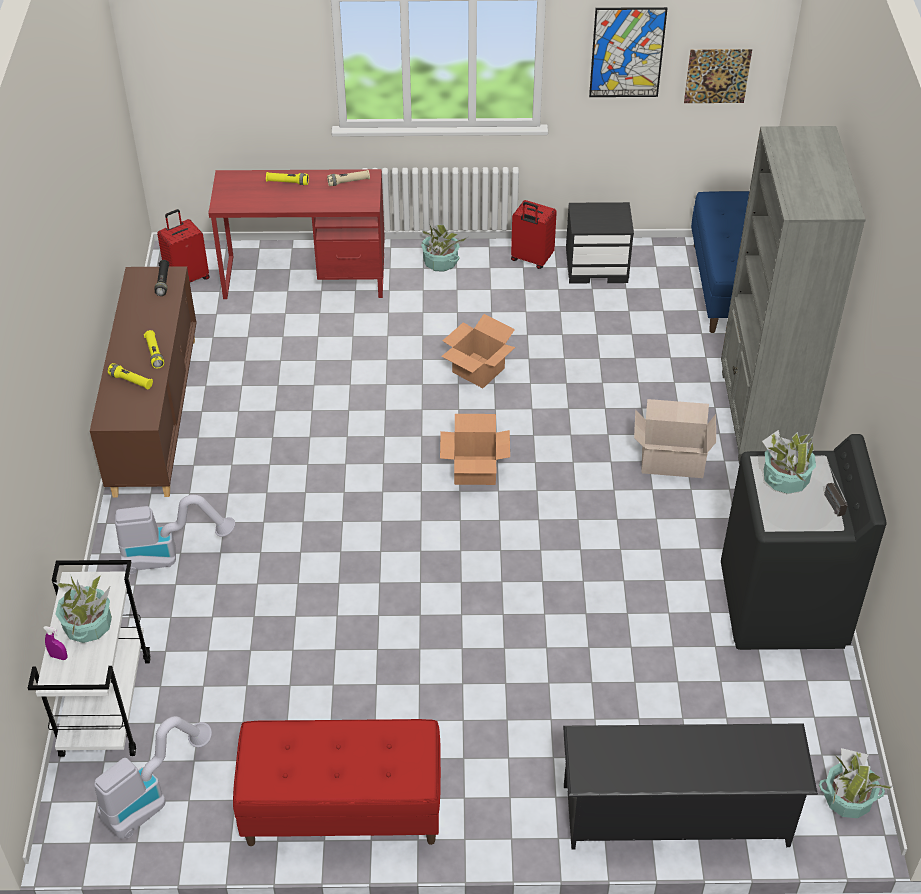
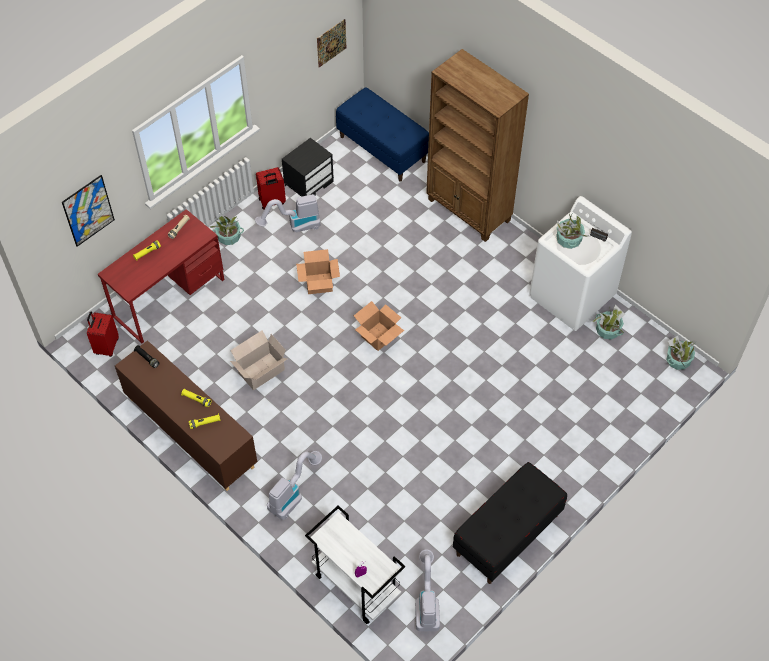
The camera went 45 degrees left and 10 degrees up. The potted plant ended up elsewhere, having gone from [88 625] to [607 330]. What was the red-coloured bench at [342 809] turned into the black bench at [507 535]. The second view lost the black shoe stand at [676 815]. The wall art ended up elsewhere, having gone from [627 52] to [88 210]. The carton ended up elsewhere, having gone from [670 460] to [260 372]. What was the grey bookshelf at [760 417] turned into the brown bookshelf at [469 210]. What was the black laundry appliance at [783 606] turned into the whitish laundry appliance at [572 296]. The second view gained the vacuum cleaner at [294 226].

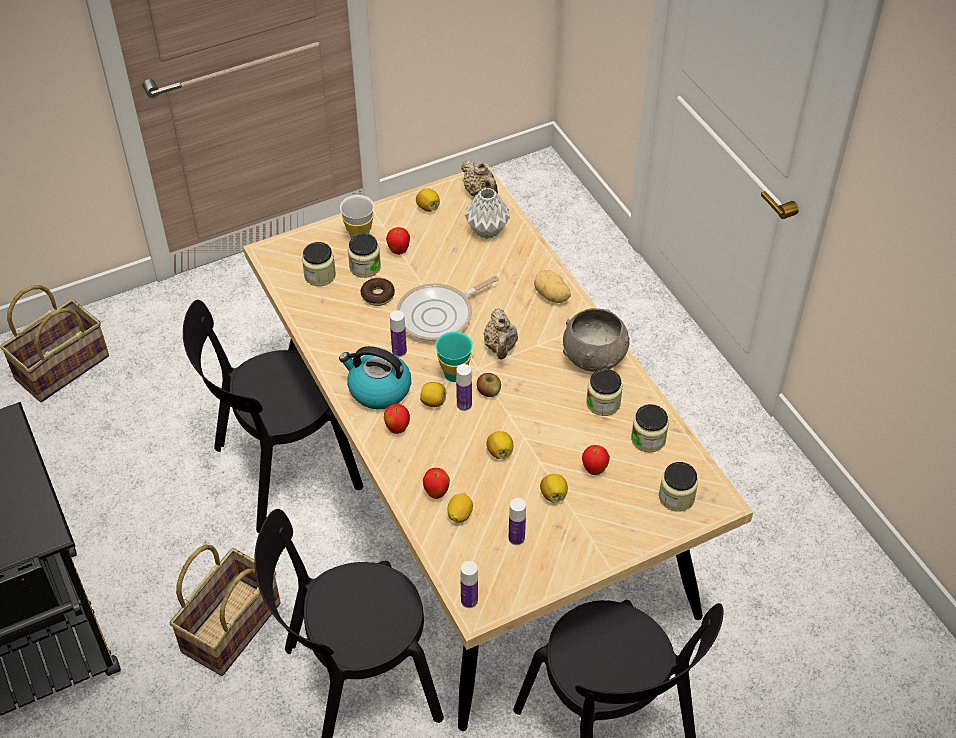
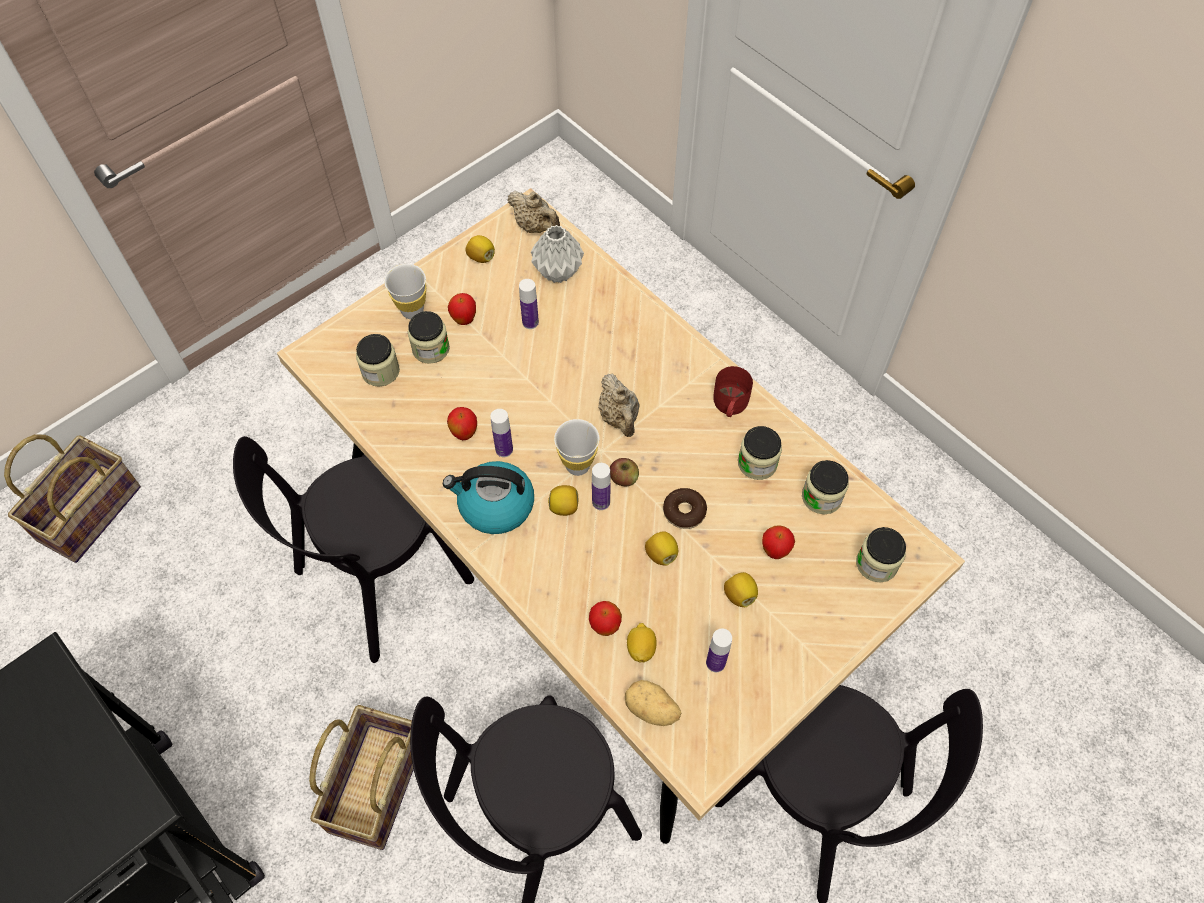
The camera went 15 degrees left and 10 degrees up. The ring doughnut ended up elsewhere, having gone from [378 295] to [684 512]. The whole apple ended up elsewhere, having gone from [397 429] to [464 433]. The second view lost the frying pan at [439 315]. What was the blue-green drinking cup at [454 374] turned into the whitish drinking cup at [577 465]. The drink bottle ended up elsewhere, having gone from [469 600] to [530 322]. The whole potato ended up elsewhere, having gone from [551 296] to [651 710]. Where the grey bowl stood at [595 356], the red-coloured coffee mug came to stand at [729 405].

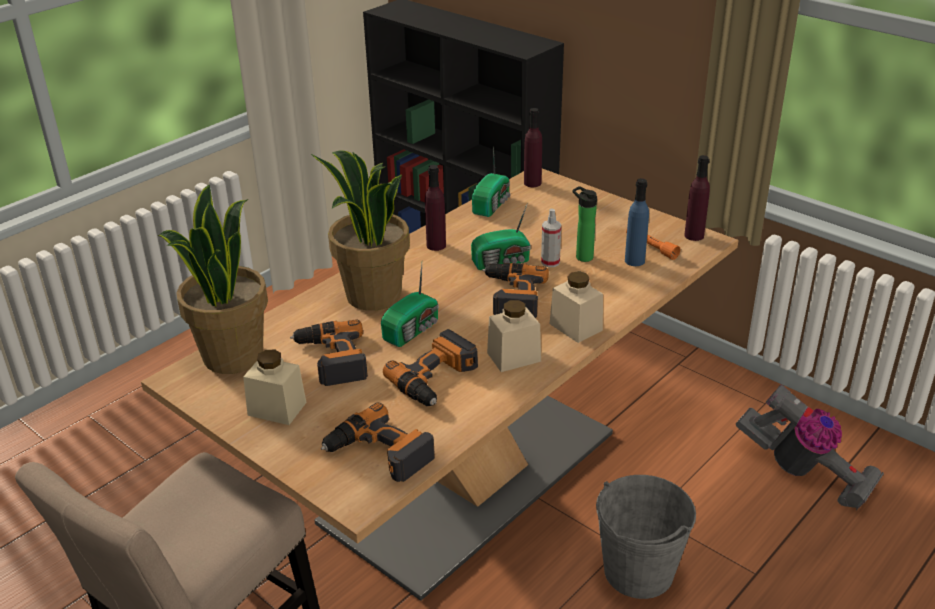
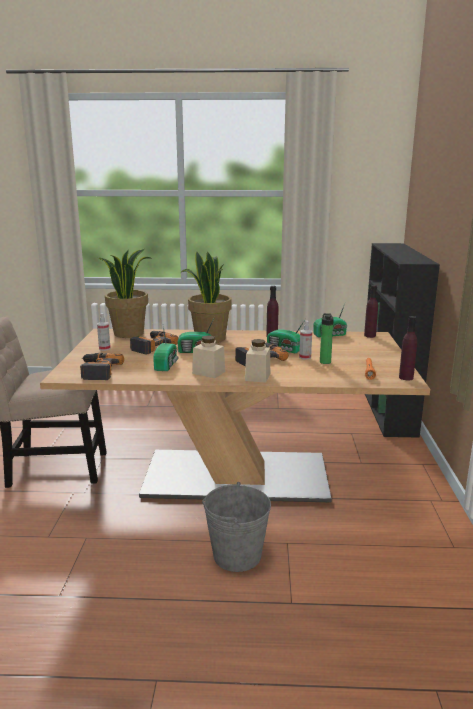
The camera went 50 degrees right and 15 degrees down. Where the beige-coloured preserve jar stood at [277 409], the spray bottle came to stand at [104 348]. Where the drill stood at [437 379], the radio set came to stand at [167 365]. The second view lost the blue-coloured drink bottle at [634 261]. The second view lost the vacuum cleaner at [804 472].

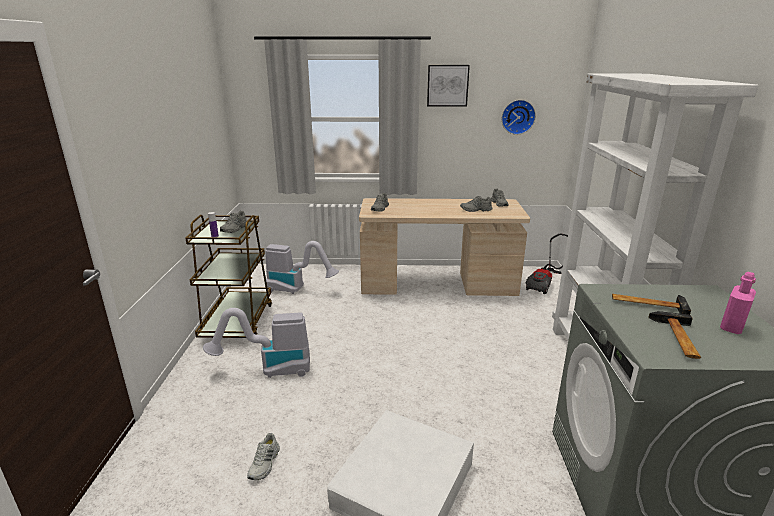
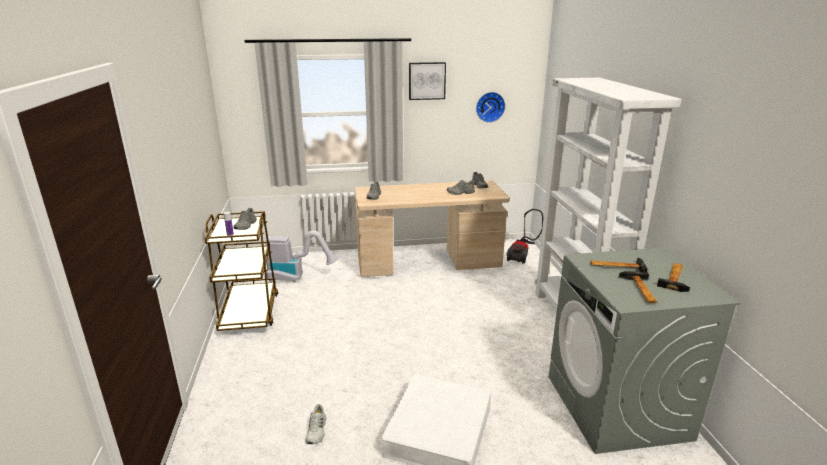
The camera went 10 degrees left and 0 degrees up. The second view lost the vacuum cleaner at [269 370]. Where the pinkish drink bottle stood at [732 327], the hammer came to stand at [675 278].

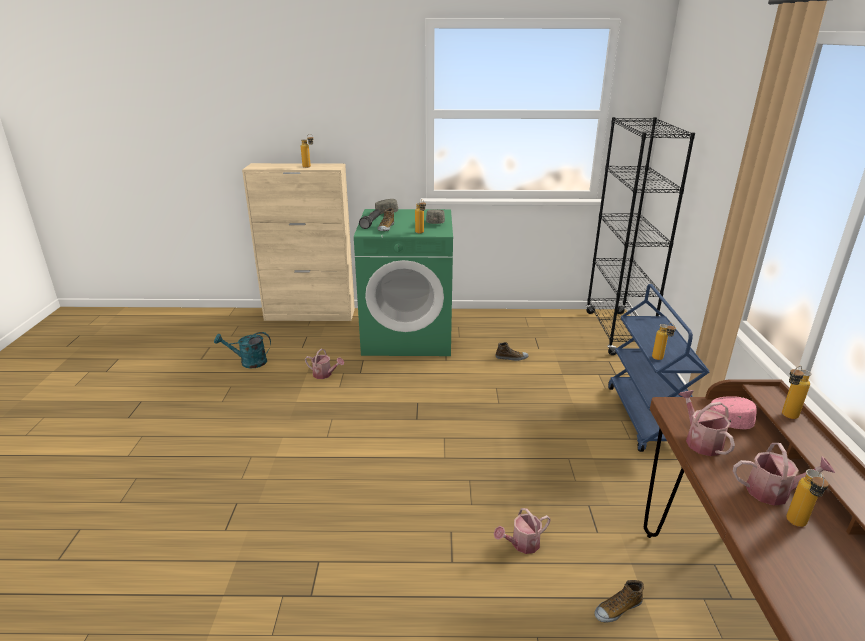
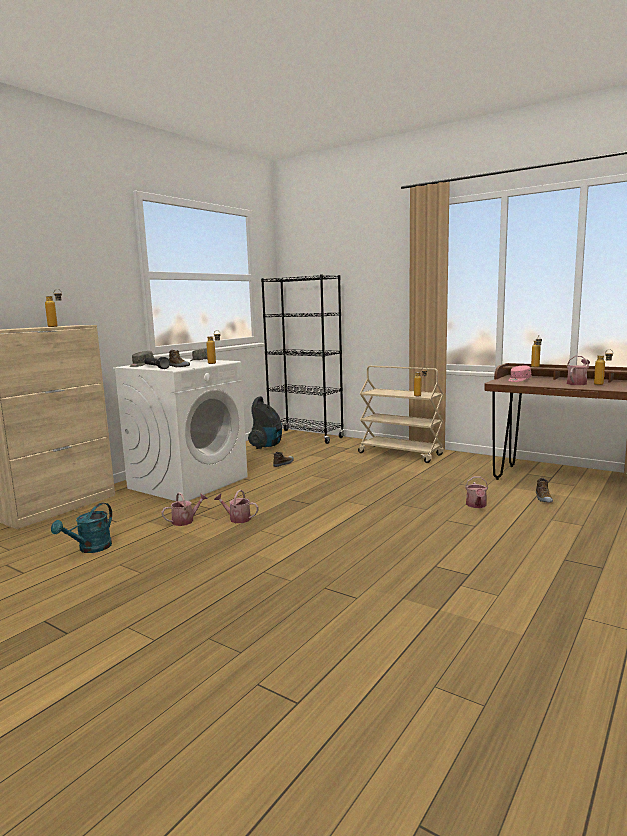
The camera went 55 degrees left and 15 degrees down. What was the green laundry appliance at [408 335] turned into the whitish laundry appliance at [188 482]. What was the blue-coloured wheeled cart at [646 418] turned into the beige-coloured wheeled cart at [401 454]. The sprinkling can ended up elsewhere, having gone from [700 441] to [237 519]. The second view gained the vacuum cleaner at [267 446].

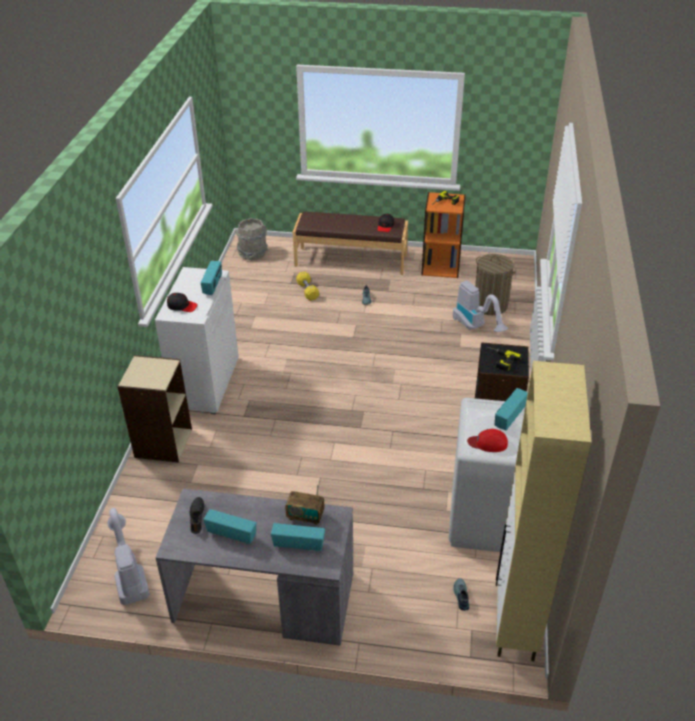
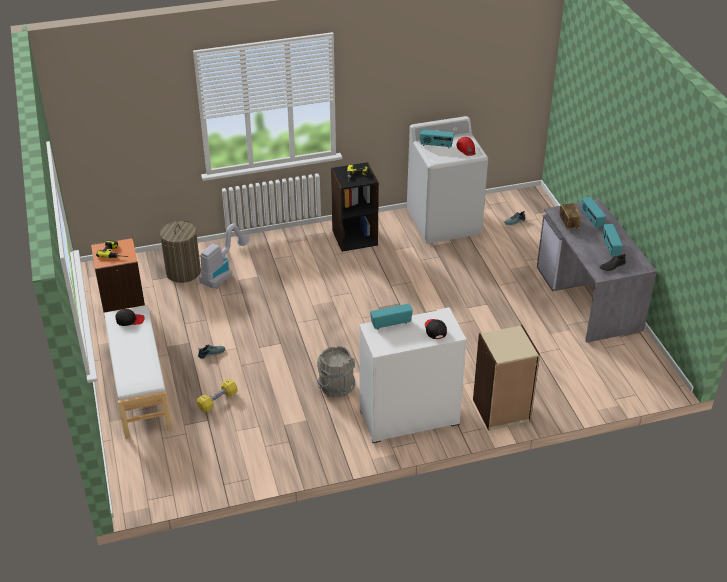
The camera went 115 degrees left and 0 degrees up. The second view lost the vacuum cleaner at [129 574]. The grey water bucket ended up elsewhere, having gone from [253 254] to [336 387]. What was the brown bench at [351 260] turned into the whitish bench at [139 387]. The second view lost the beige-coloured cupboard at [515 622].

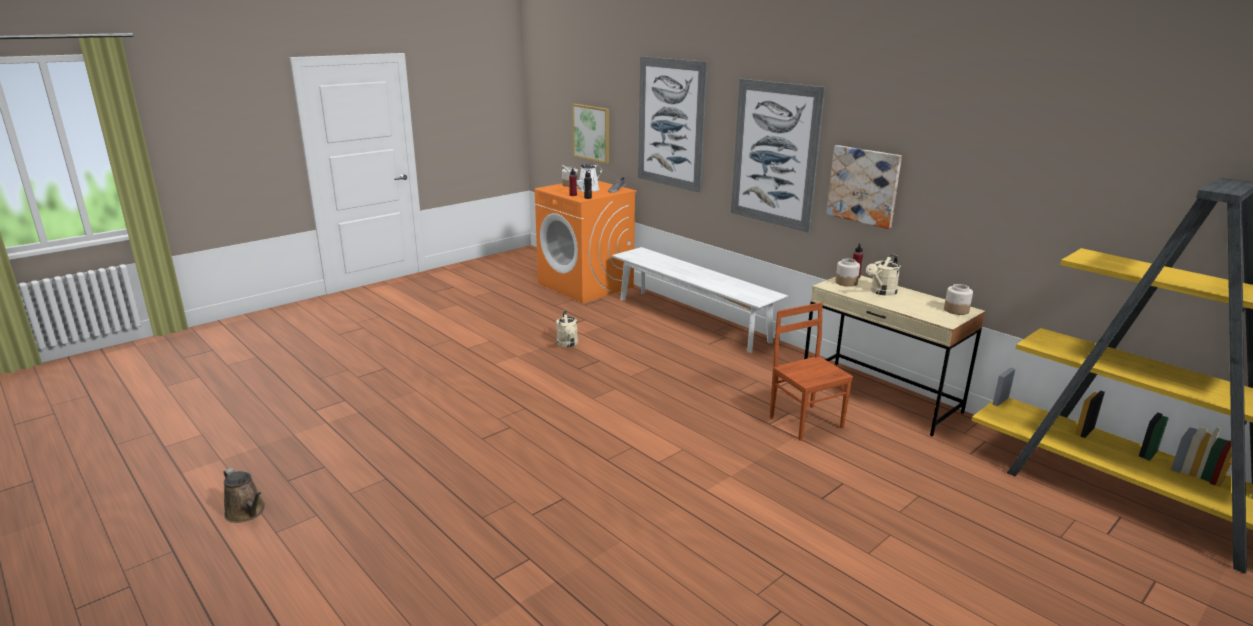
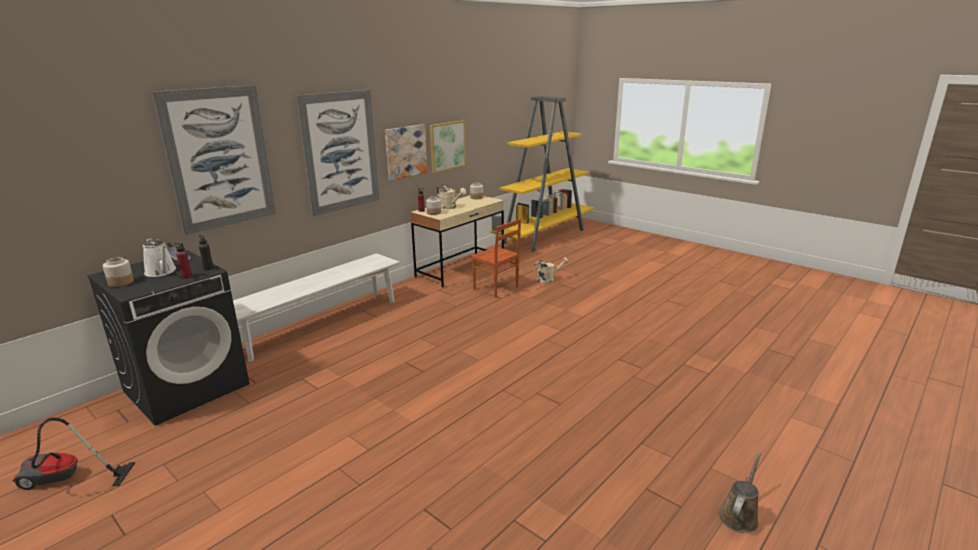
The camera went 95 degrees left and 0 degrees up. What was the orangey laundry appliance at [586 285] turned into the black laundry appliance at [187 387]. The beige-coloured sprinkling can ended up elsewhere, having gone from [568 344] to [548 280]. The wall art ended up elsewhere, having gone from [591 133] to [447 146]. The brown upright chair at [806 422] ended up facing another way, 105 degrees counterclockwise from before. The second view gained the vacuum cleaner at [65 480].

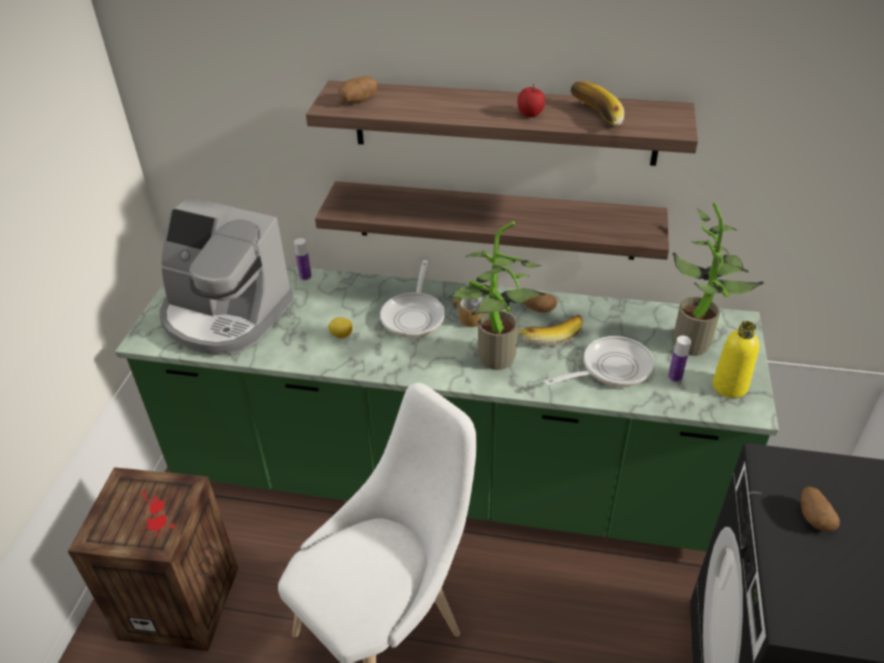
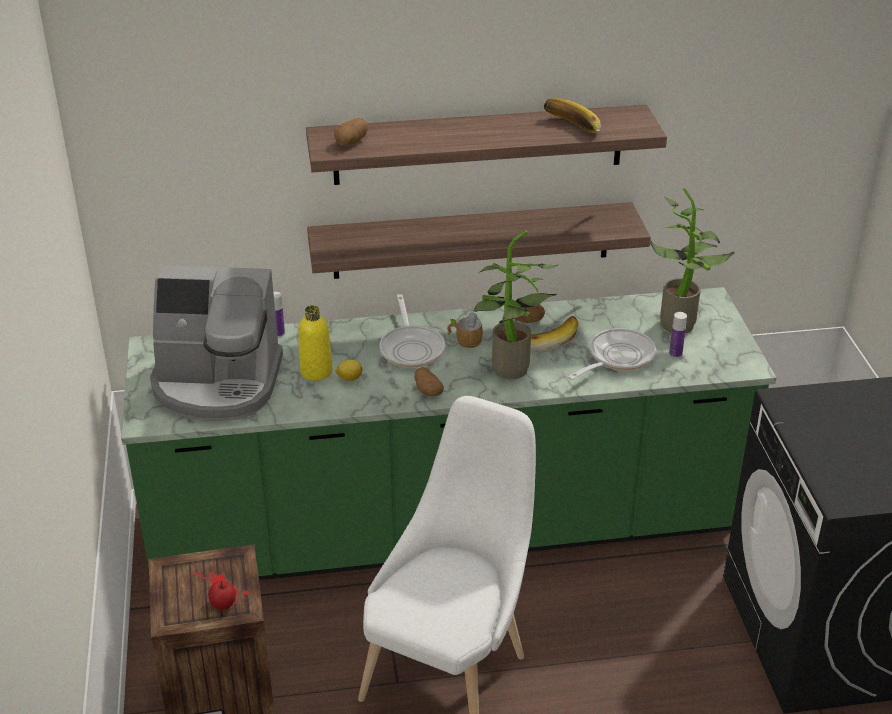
The camera went 20 degrees left and 5 degrees down. The whole apple ended up elsewhere, having gone from [530 114] to [223 604]. The yellow-coloured drink bottle ended up elsewhere, having gone from [729 386] to [316 371]. The whole potato ended up elsewhere, having gone from [813 517] to [427 390].

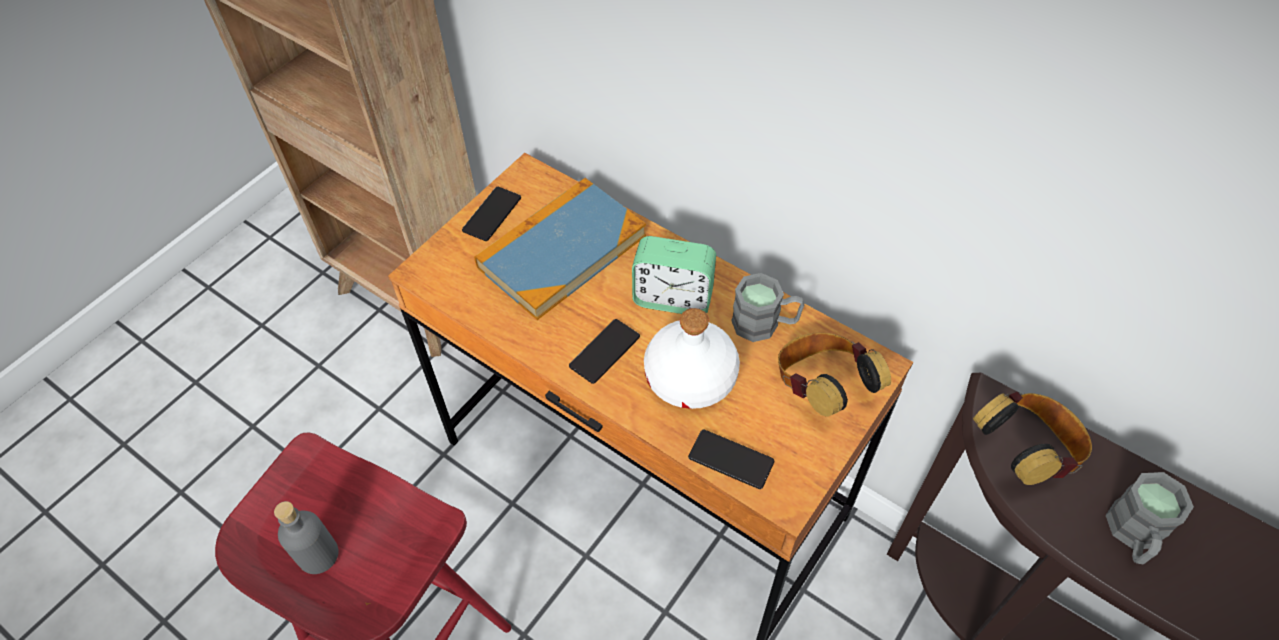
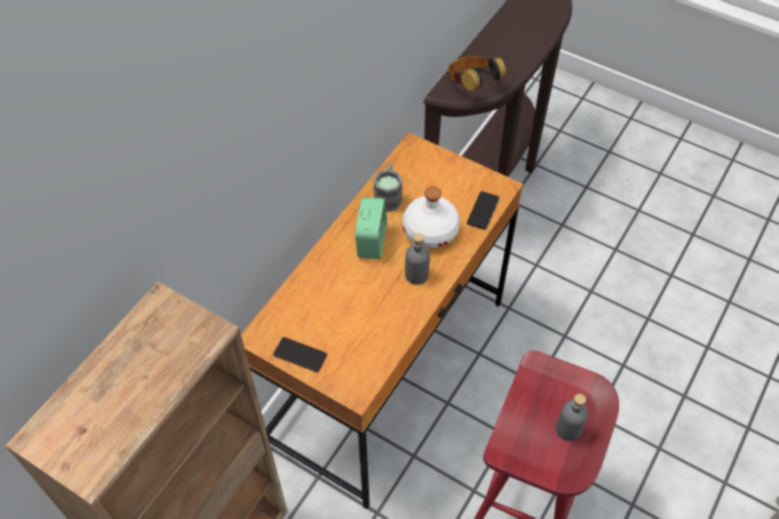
The camera went 95 degrees left and 0 degrees up. The second view lost the bound book at [561 251]. Where the phone stood at [604 351], the grey drink bottle came to stand at [416 275]. The second view lost the pair of headphones at [821 387]. The second view lost the grey coffee mug at [1133 535].

